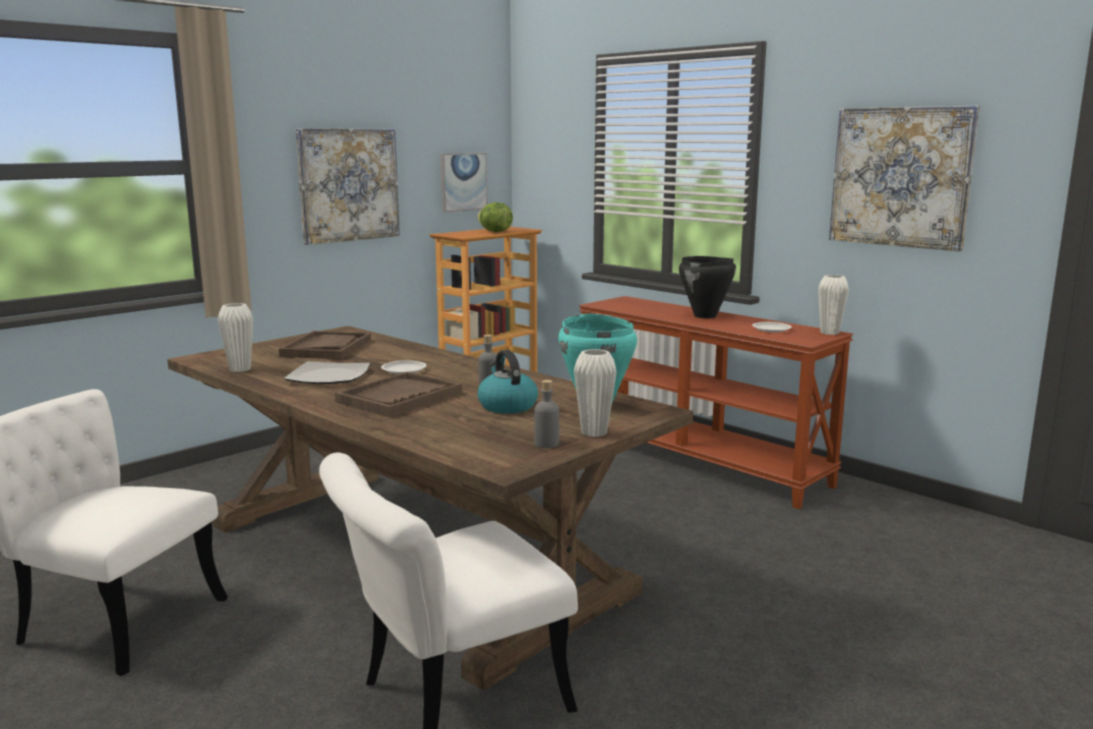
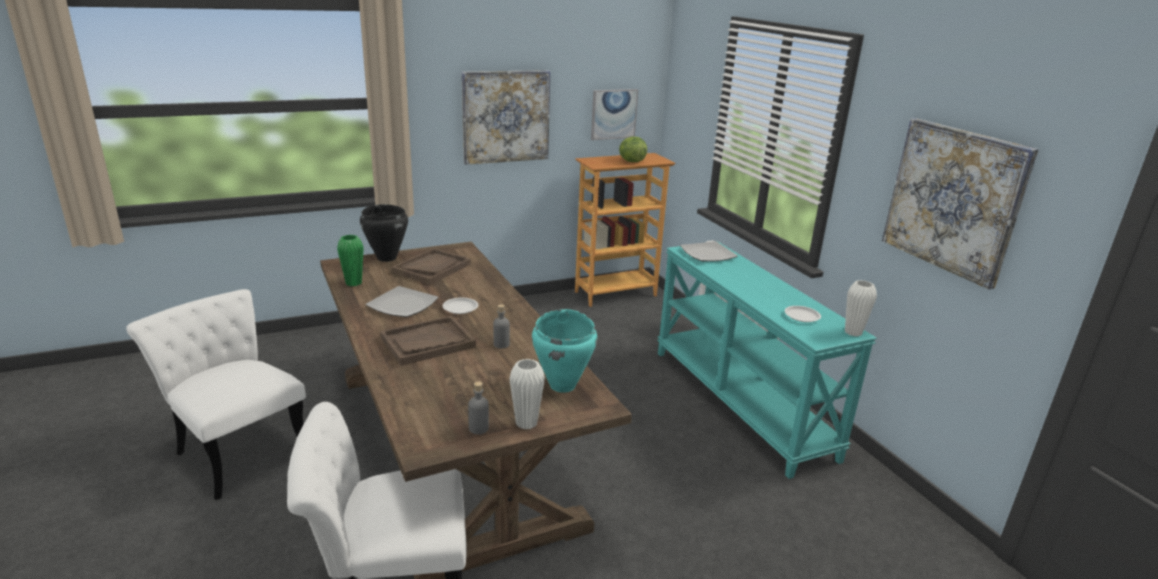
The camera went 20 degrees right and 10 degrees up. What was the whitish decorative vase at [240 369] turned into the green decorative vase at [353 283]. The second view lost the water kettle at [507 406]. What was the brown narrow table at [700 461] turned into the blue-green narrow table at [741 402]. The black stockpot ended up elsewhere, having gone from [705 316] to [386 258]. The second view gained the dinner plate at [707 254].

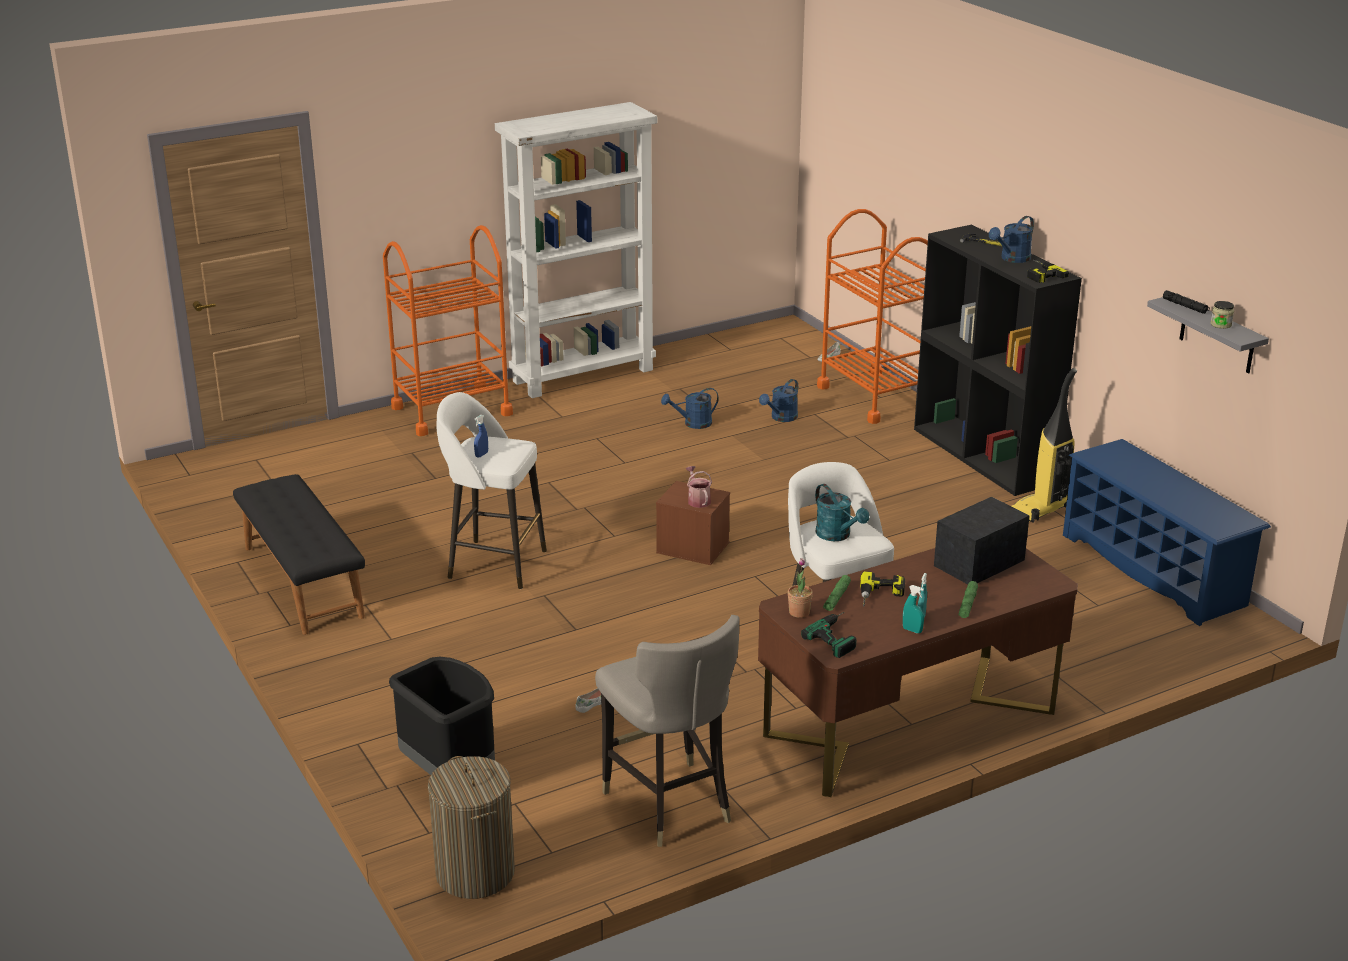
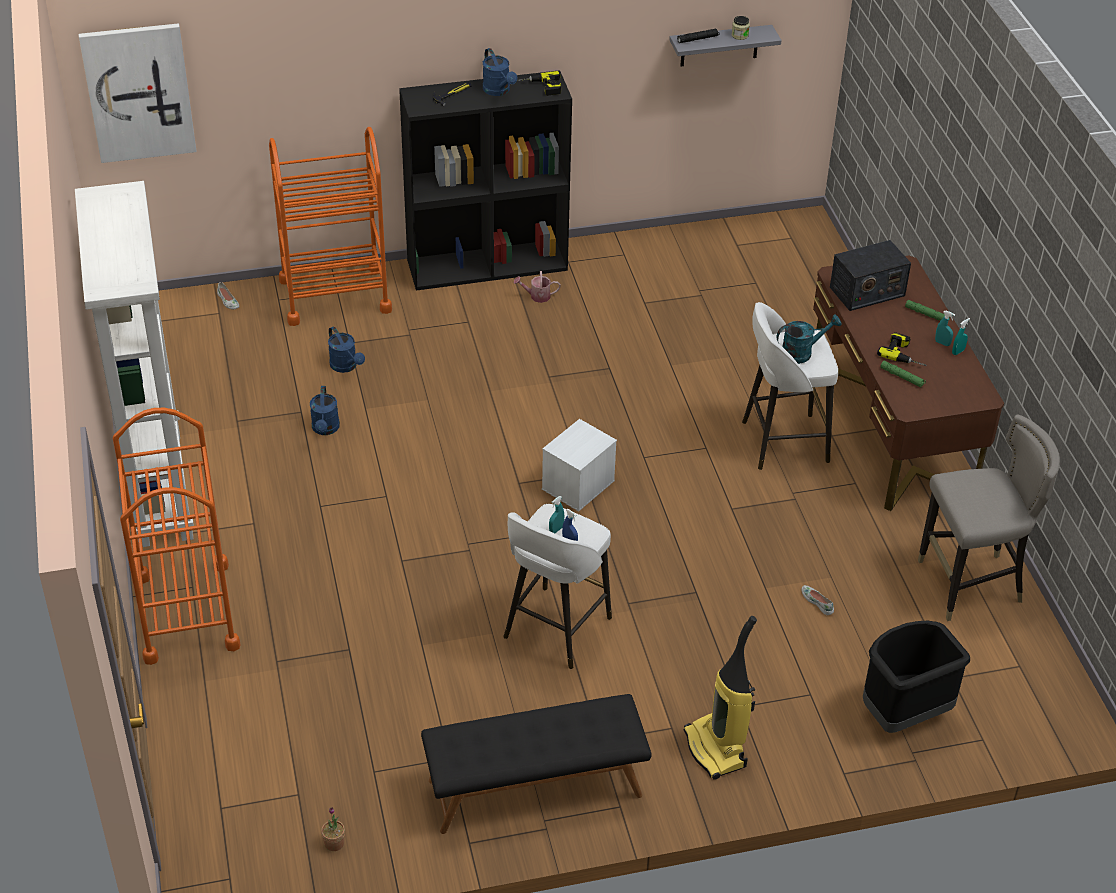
The camera went 75 degrees left and 15 degrees up. The second view lost the hamper at [475 873]. What was the brown storage container at [691 547] turned into the whitish storage container at [578 486]. The sprinkling can ended up elsewhere, having gone from [698 500] to [537 296]. The potted plant ended up elsewhere, having gone from [799 612] to [334 843]. The second view lost the drill at [838 636]. The radio set at [979 562] ended up facing another way, 90 degrees counterclockwise from before. The vacuum cleaner ended up elsewhere, having gone from [1040 510] to [716 749]. The second view lost the blue-coloured shoe stand at [1154 570]. The second view gained the wall art at [139 92]. The second view gained the blue-green spray bottle at [556 530].

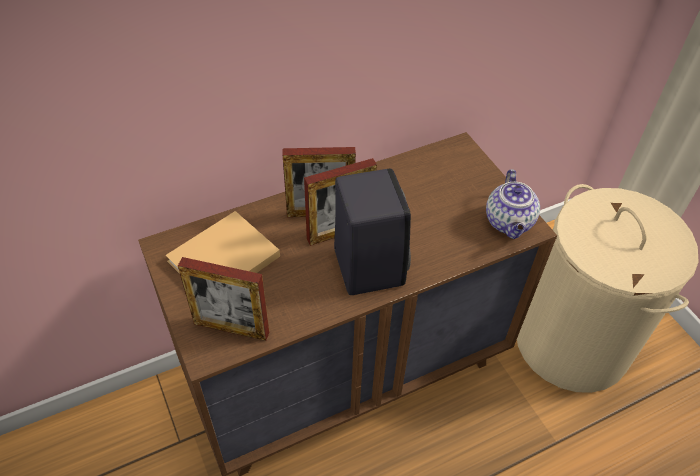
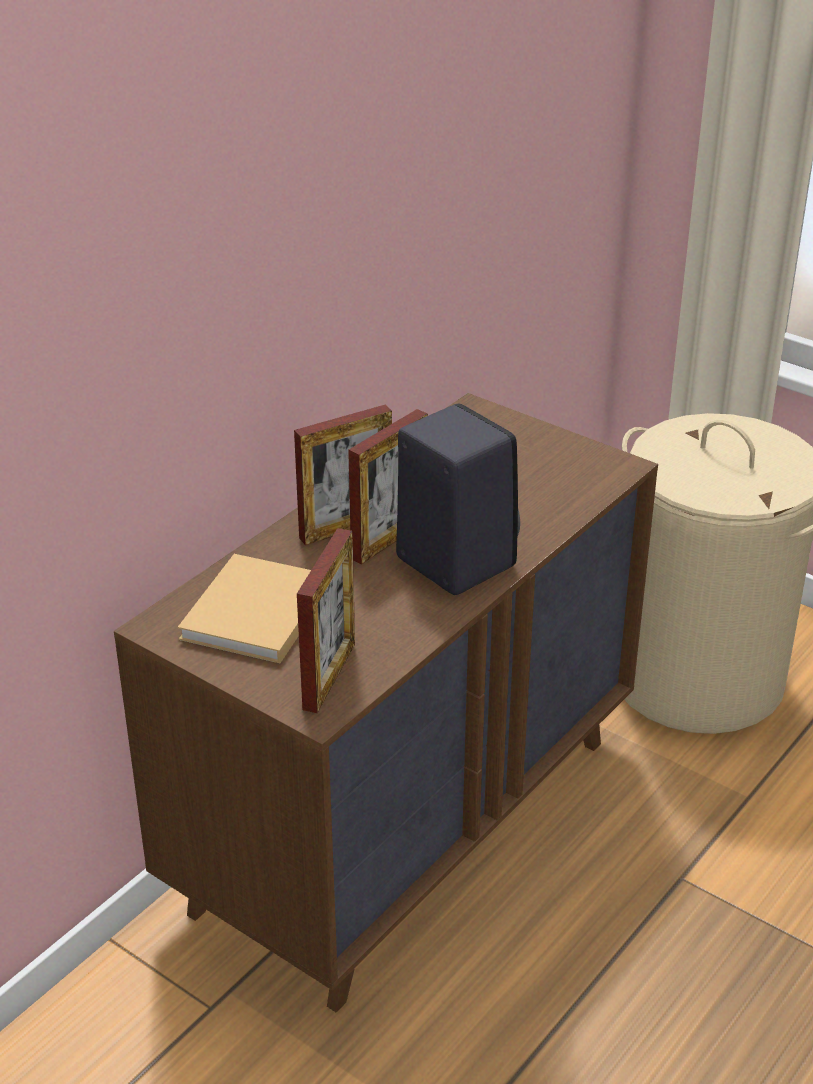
The camera went 25 degrees left and 15 degrees down. The standing frame at [231 328] ended up facing another way, 60 degrees counterclockwise from before. The second view lost the tea pot at [509 223].

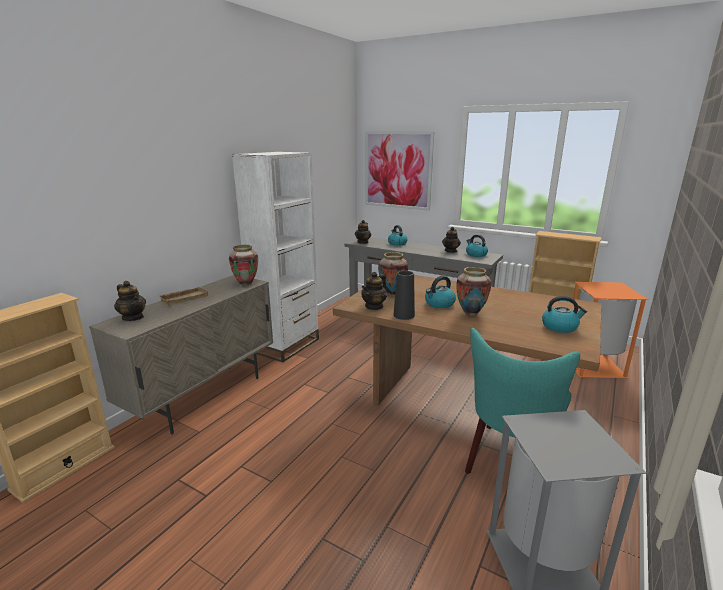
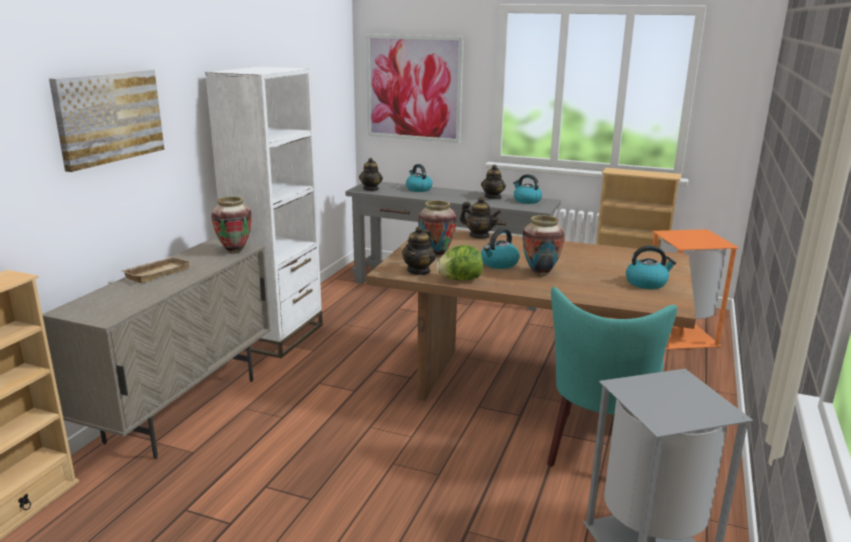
The camera went 10 degrees left and 0 degrees up. The tea pot ended up elsewhere, having gone from [133 317] to [479 236]. Where the black decorative vase stood at [404 315], the lettuce head came to stand at [460 279]. The second view gained the wall art at [109 117].

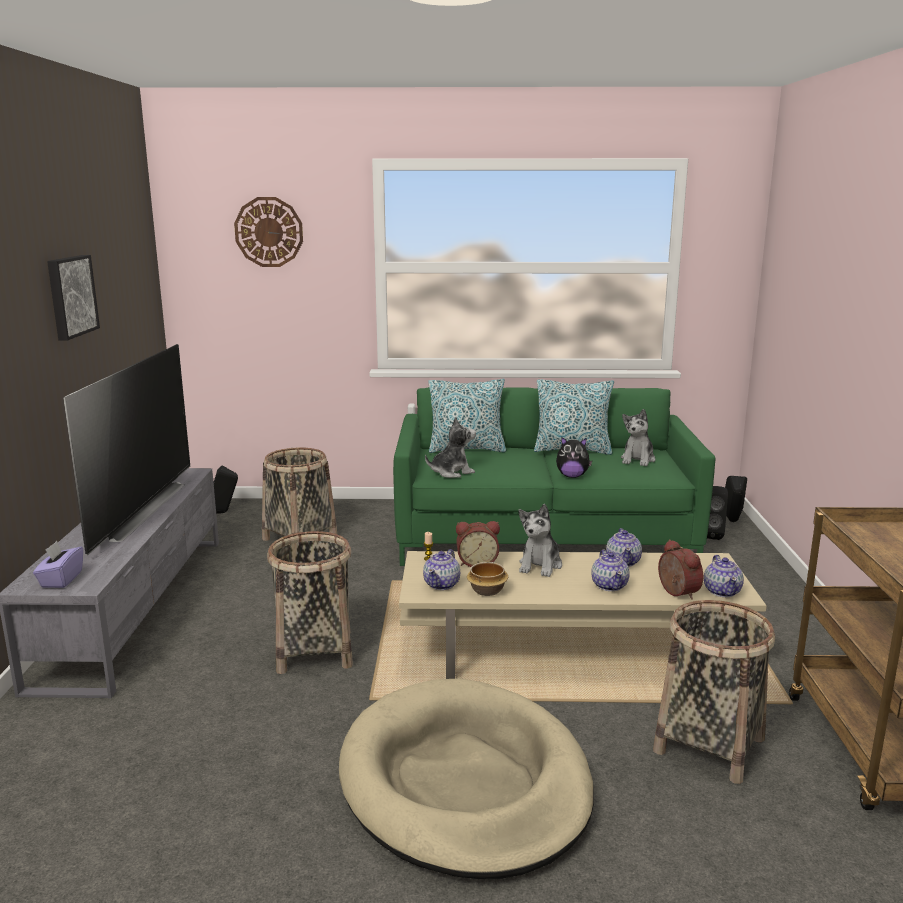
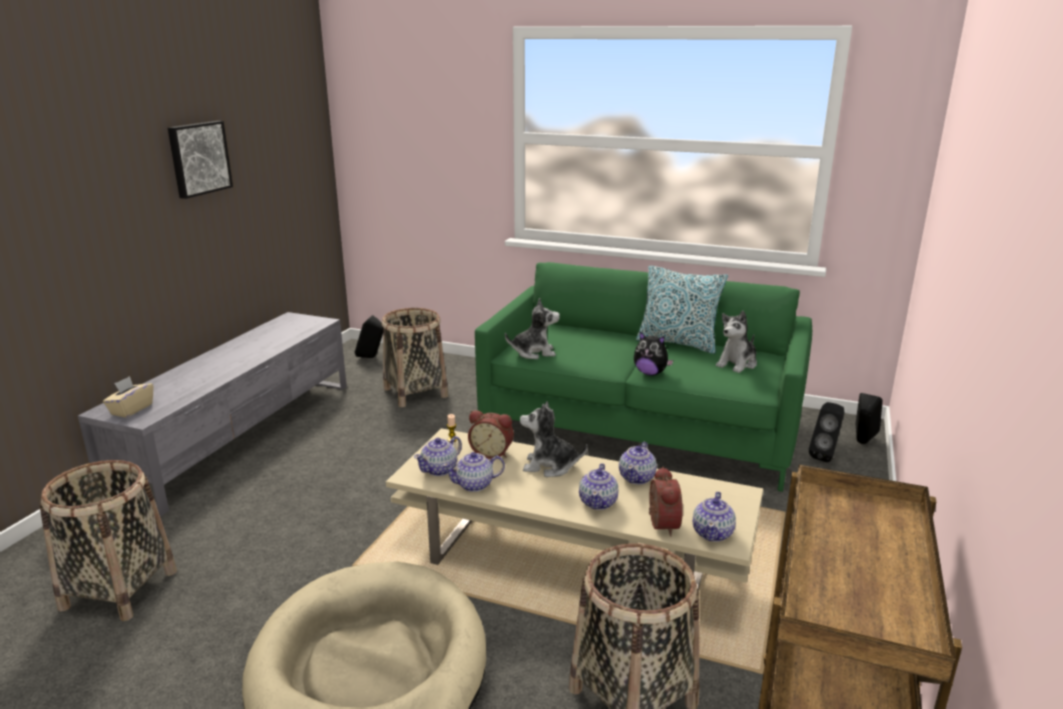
The camera went 20 degrees right and 5 degrees up. What was the purplish tissue holder at [61 579] turned into the beige-coloured tissue holder at [131 409]. The second view lost the TV set at [136 509]. The second view lost the wall clock at [269 232]. The household basket ended up elsewhere, having gone from [314 651] to [119 589]. The second view lost the cushion at [466 449]. Where the bowl stood at [488 591], the tea pot came to stand at [475 485]. The cuddly toy at [540 565] ended up facing another way, 60 degrees clockwise from before.

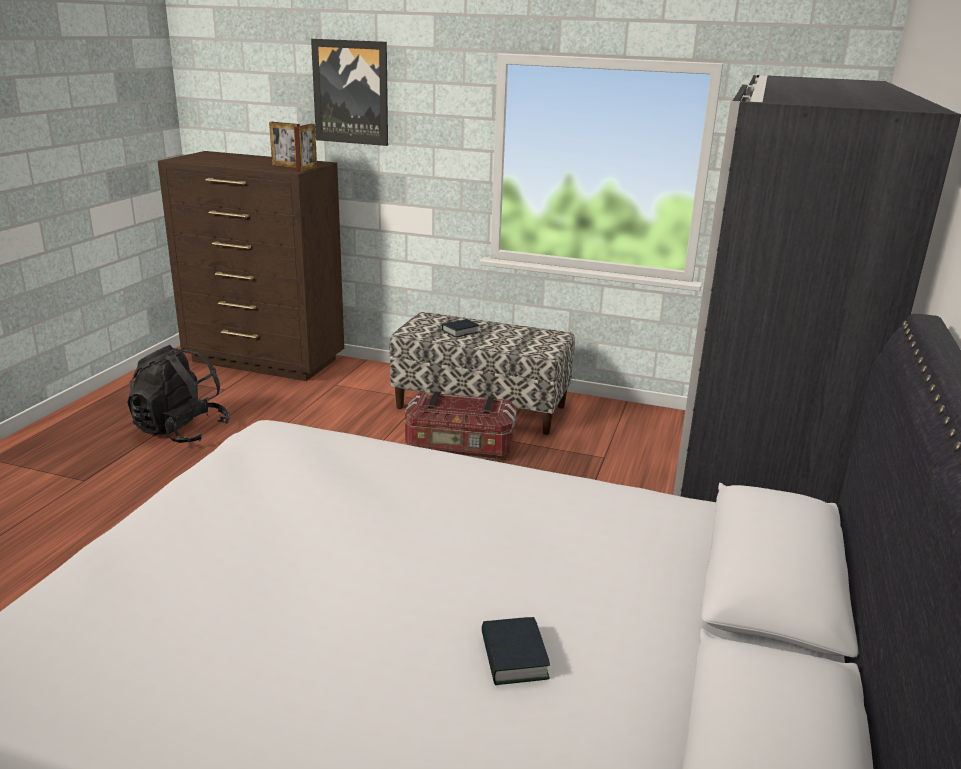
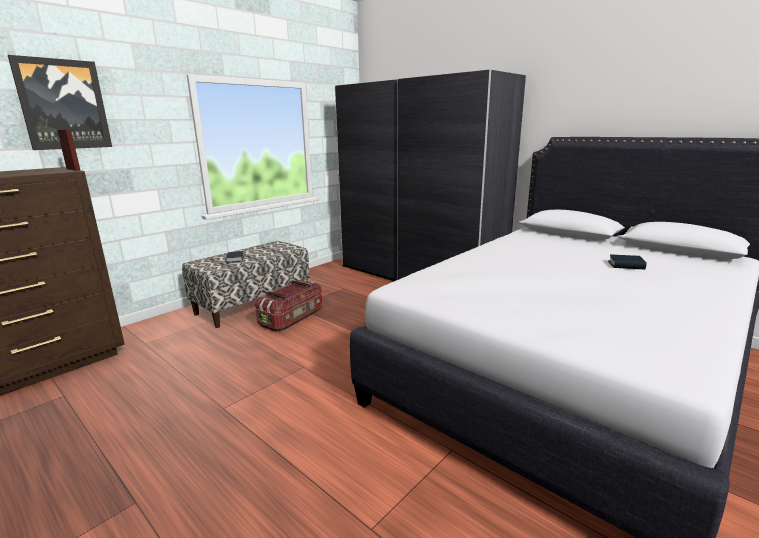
The camera went 65 degrees left and 5 degrees down. The second view lost the black knapsack at [181 431]. The second view lost the standing frame at [287 166].

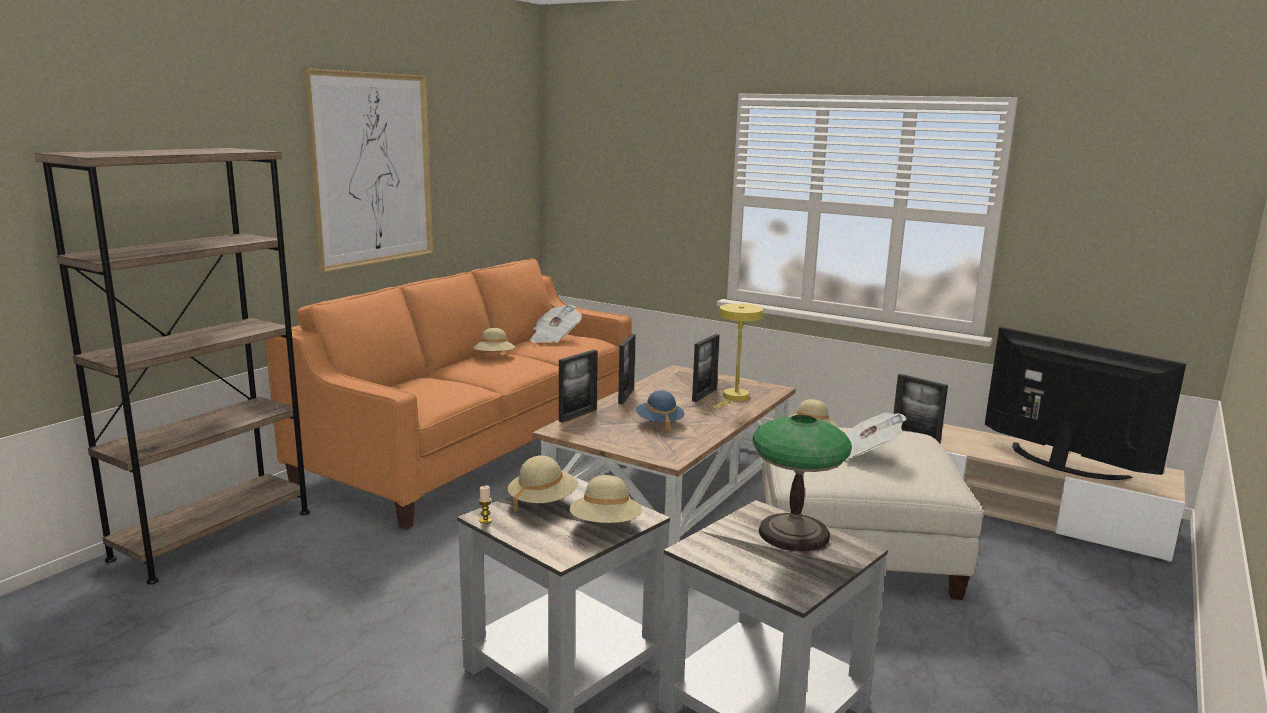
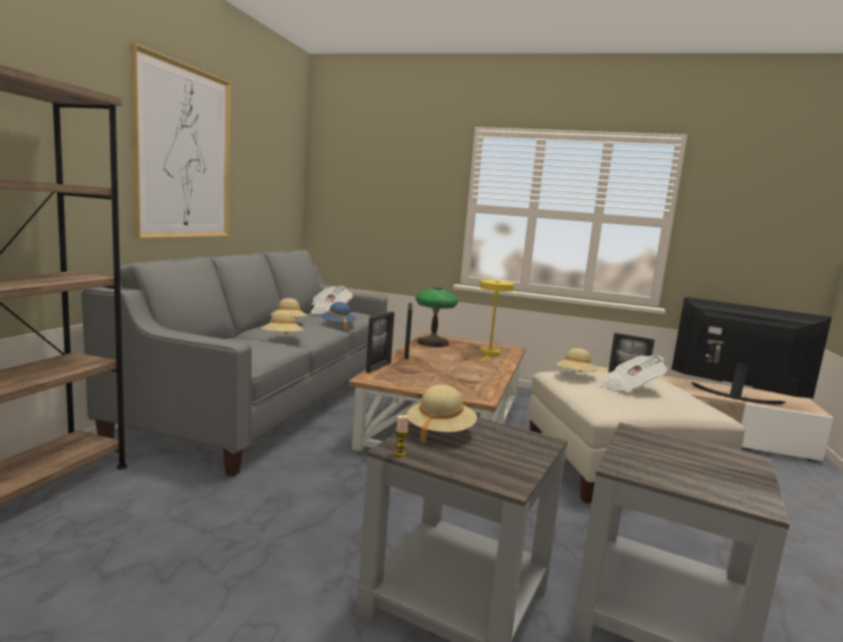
The camera went 15 degrees left and 5 degrees down. What was the orangey sofa at [476 447] turned into the grey sofa at [269 402]. The beige-coloured wearable hat ended up elsewhere, having gone from [605 525] to [282 338]. The blue-coloured wearable hat ended up elsewhere, having gone from [659 423] to [338 325]. The second view lost the standing frame at [704 395]. The table lamp ended up elsewhere, having gone from [793 533] to [432 342].

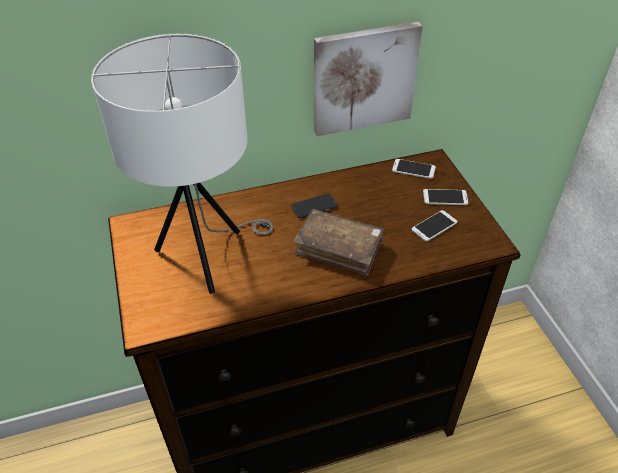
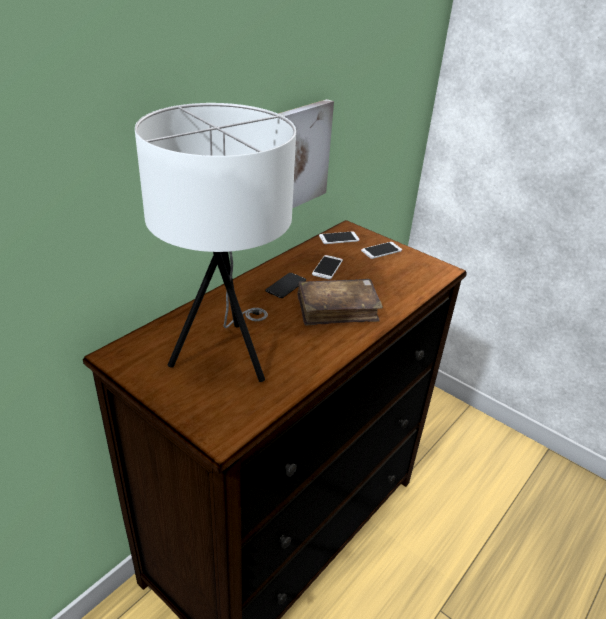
The camera went 35 degrees left and 10 degrees down. The phone ended up elsewhere, having gone from [434 226] to [327 267].

